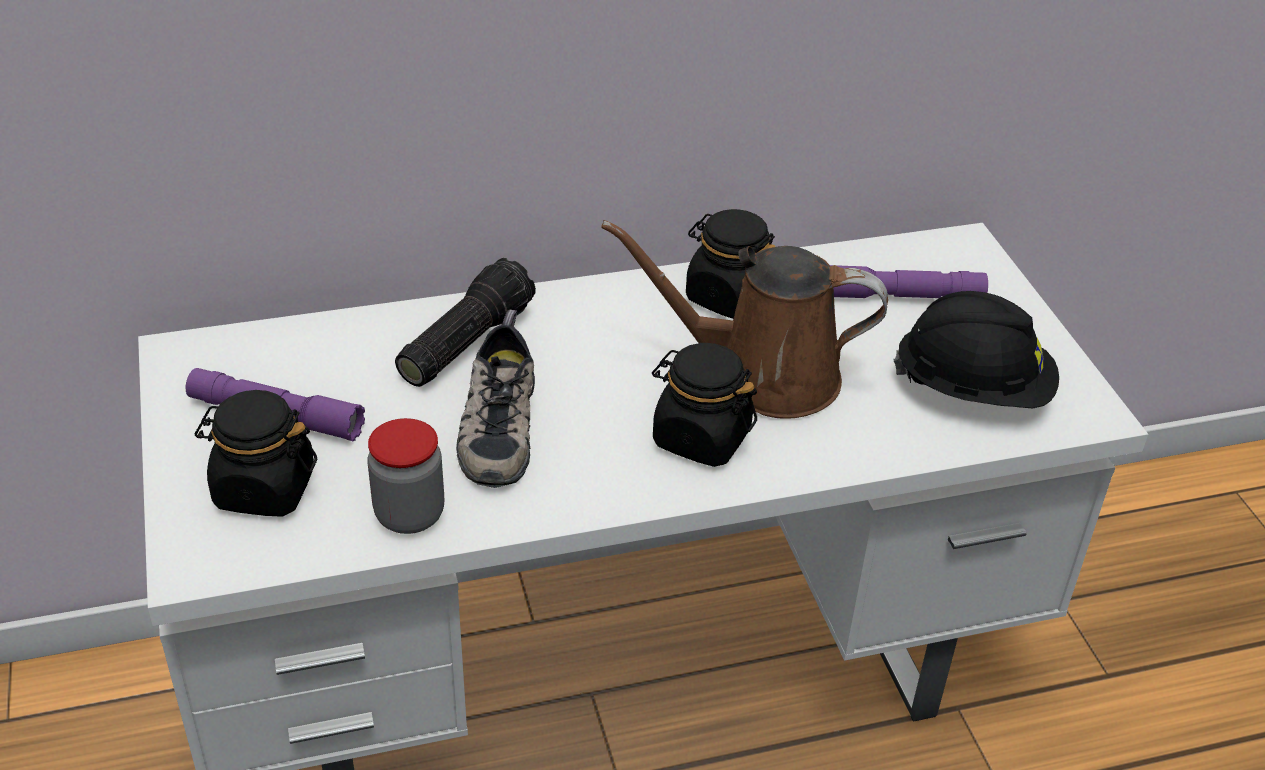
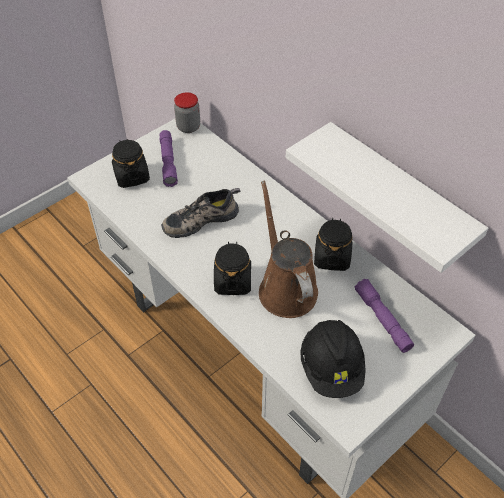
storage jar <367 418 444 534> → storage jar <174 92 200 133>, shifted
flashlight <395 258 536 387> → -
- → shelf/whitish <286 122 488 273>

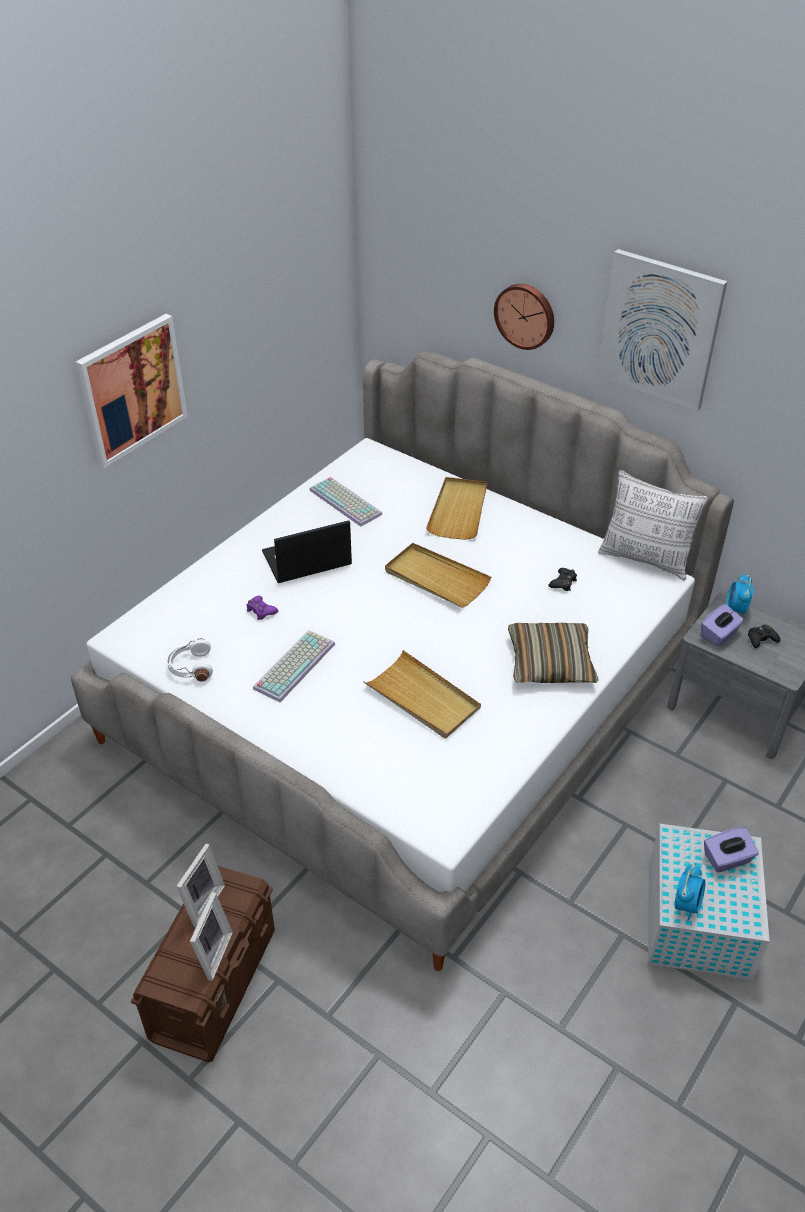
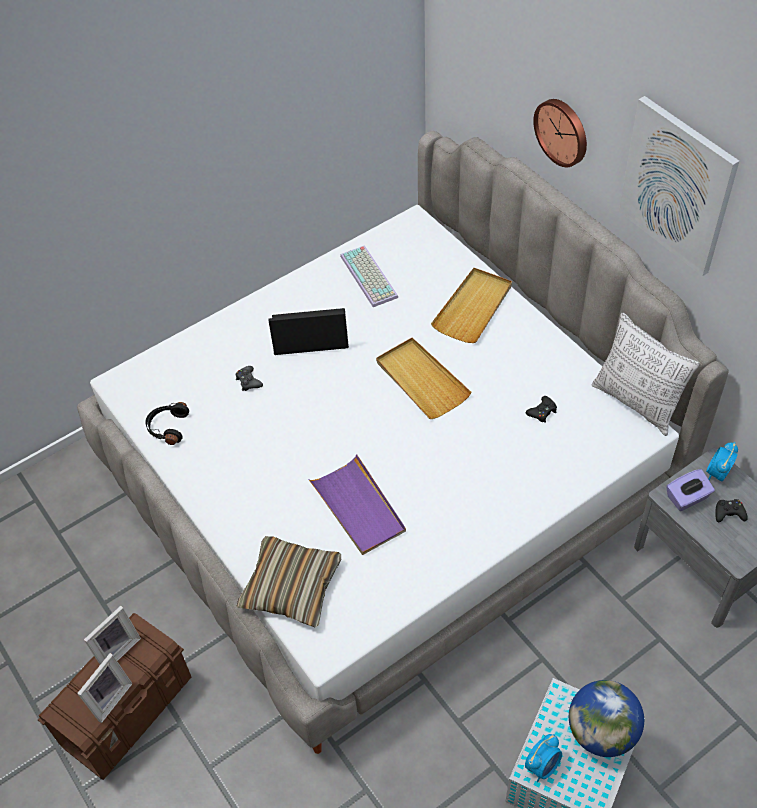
picture <76 314 188 468> → -
headphones/whitish <167 638 213 682> → headphones/black <145 402 189 445>
game controller/purple <246 595 278 620> → game controller/black <236 366 263 391>
PC keyboard <253 630 335 702> → -
carrying tray/beige <363 650 481 739> → carrying tray/purple <308 454 406 555>
throw pillow <508 623 598 683> → throw pillow <237 536 341 627>, shifted
tissue box/purple <704 827 759 872> → desk globe <569 680 644 757>

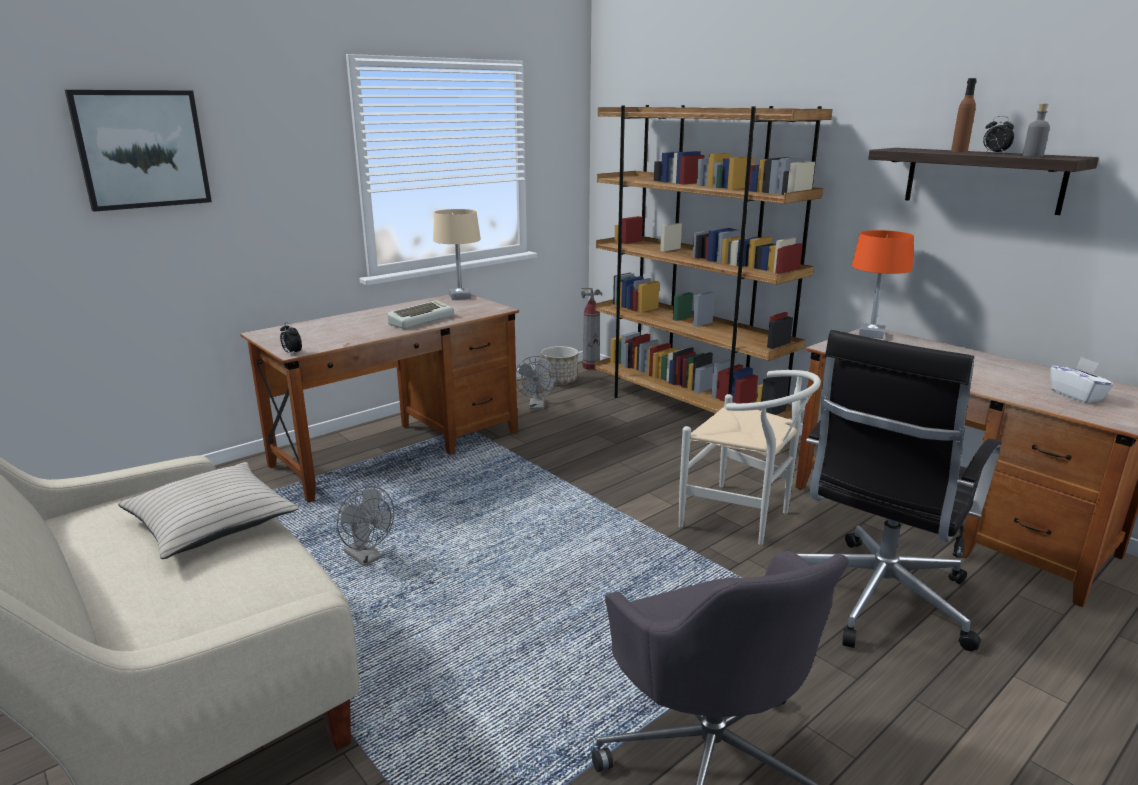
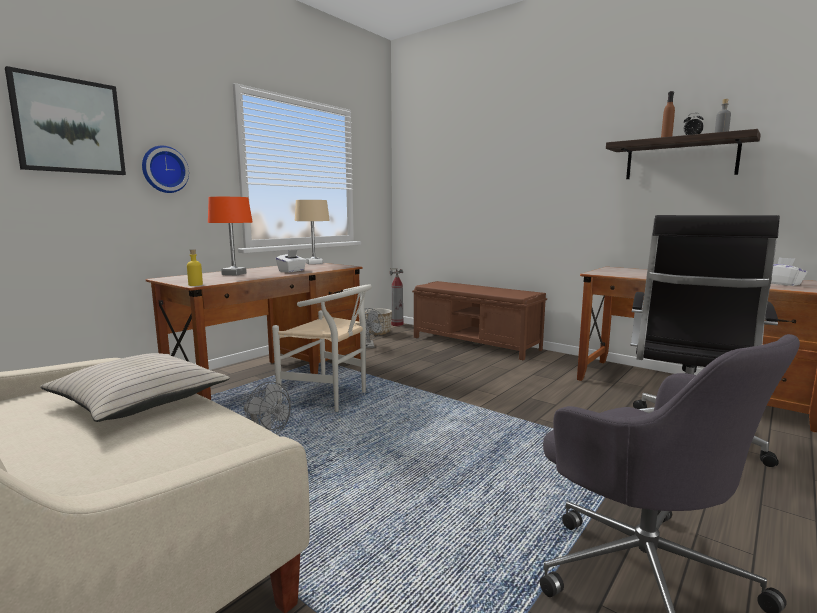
table clock <280 322 302 354> → drink bottle/yellow-coloured <187 249 203 286>
PC keyboard <387 300 454 329> → tissue box/whitish <276 250 307 272>
shelving unit/brown-coloured <594 105 833 419> → long seat/brown-coloured <412 281 547 360>
plain chair/whitish <679 370 821 545> → plain chair/whitish <272 284 372 412>, shifted
tabletop lamp/orange-coloured <852 230 914 339> → tabletop lamp/orange-coloured <208 197 252 276>, shifted
- → wall clock <142 146 189 193>

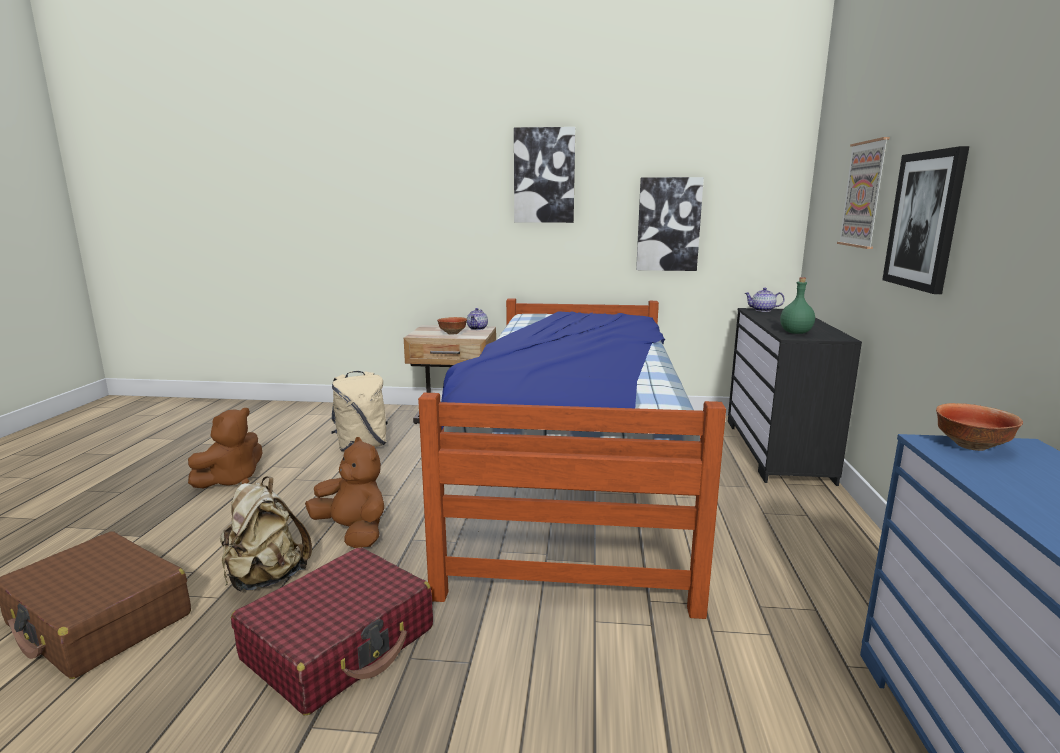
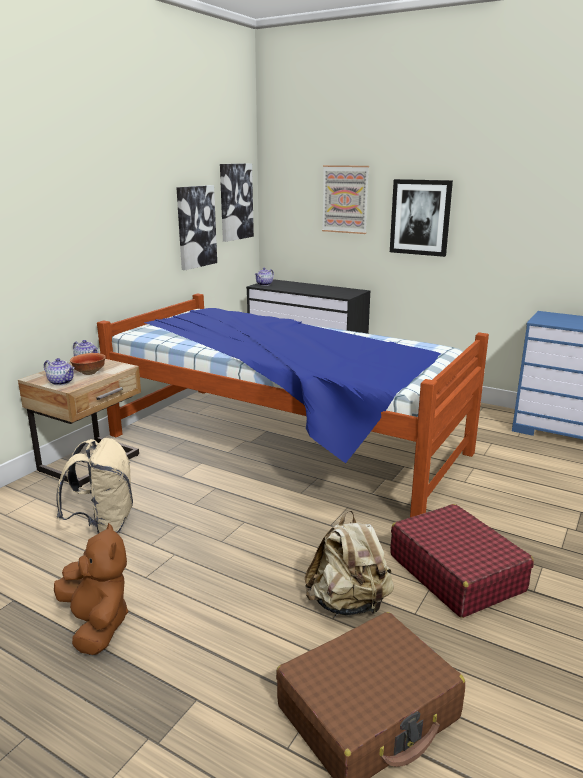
cuddly toy/brown-coloured <305 437 384 548> → -
picture <514 127 575 223> → picture <220 163 254 242>, shifted
drink bottle/green <780 277 815 334> → -
bowl <936 403 1023 451> → -
- → tea pot <44 358 75 385>

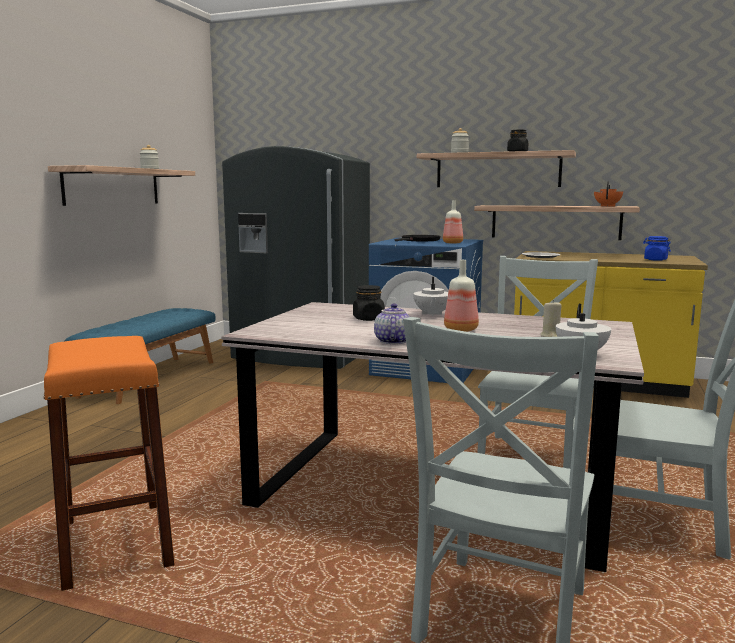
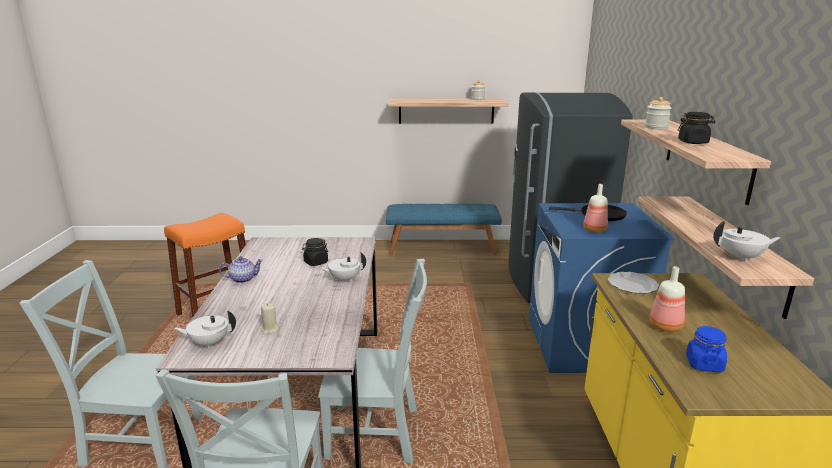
drink bottle <444 260 479 332> → drink bottle <650 266 685 332>, shifted
tea pot/orange-coloured <594 181 623 206> → tea pot/whitish <713 221 781 263>

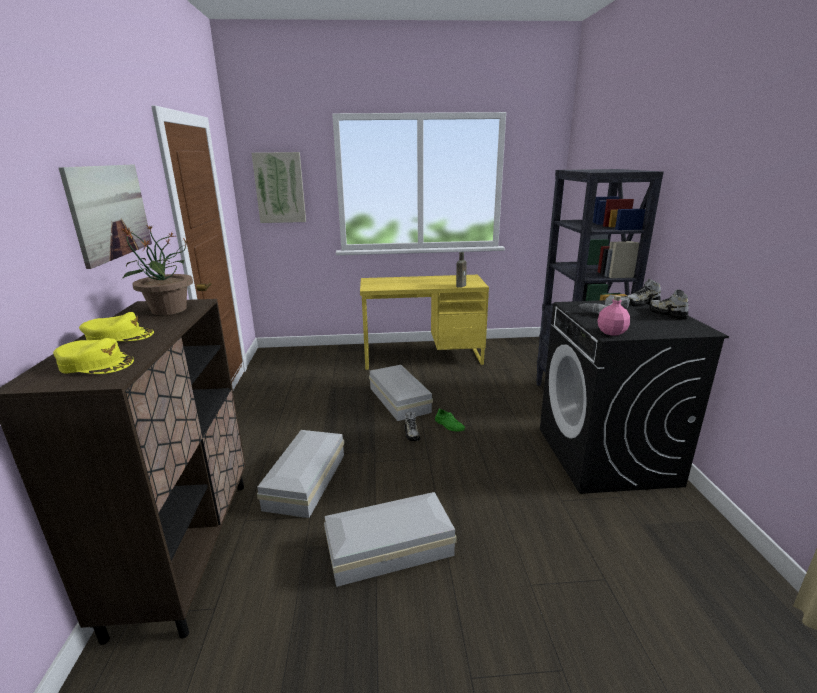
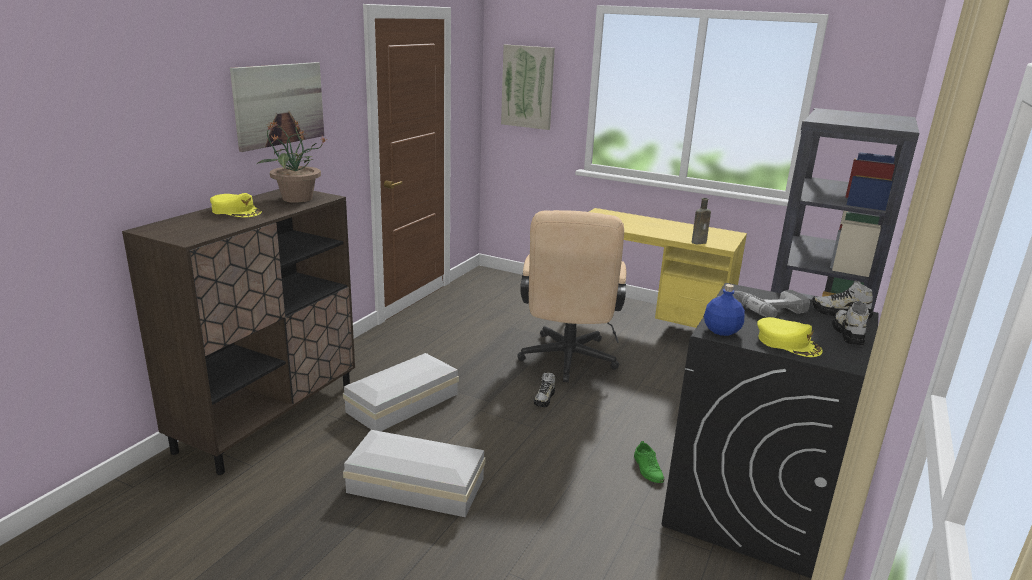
peaked cap/yellow-coloured <53 338 134 374> → peaked cap/yellow-coloured <757 317 823 357>, shifted
storage box/whitish <369 365 433 421> → office chair/beige <517 210 626 383>
shoe/green <435 409 465 432> → shoe/green <634 441 664 483>, shifted
drink bottle/pinkish <598 295 630 336> → drink bottle/blue-coloured <704 284 745 336>

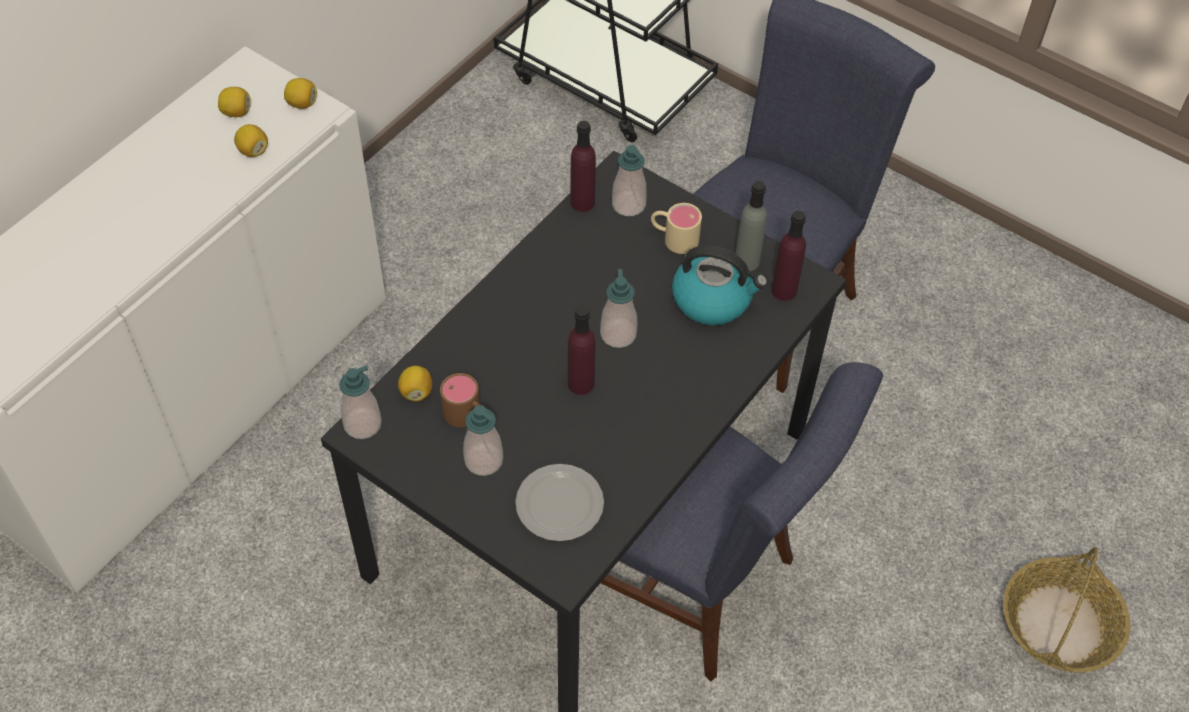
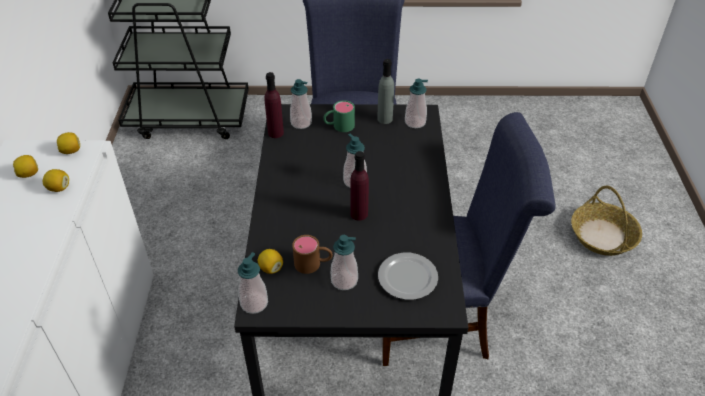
tea mug/beige <651 203 702 254> → tea mug/green <323 100 355 132>
tea kettle <672 246 767 325> → -
drink bottle/purple <772 211 806 301> → soap bottle <405 79 428 128>

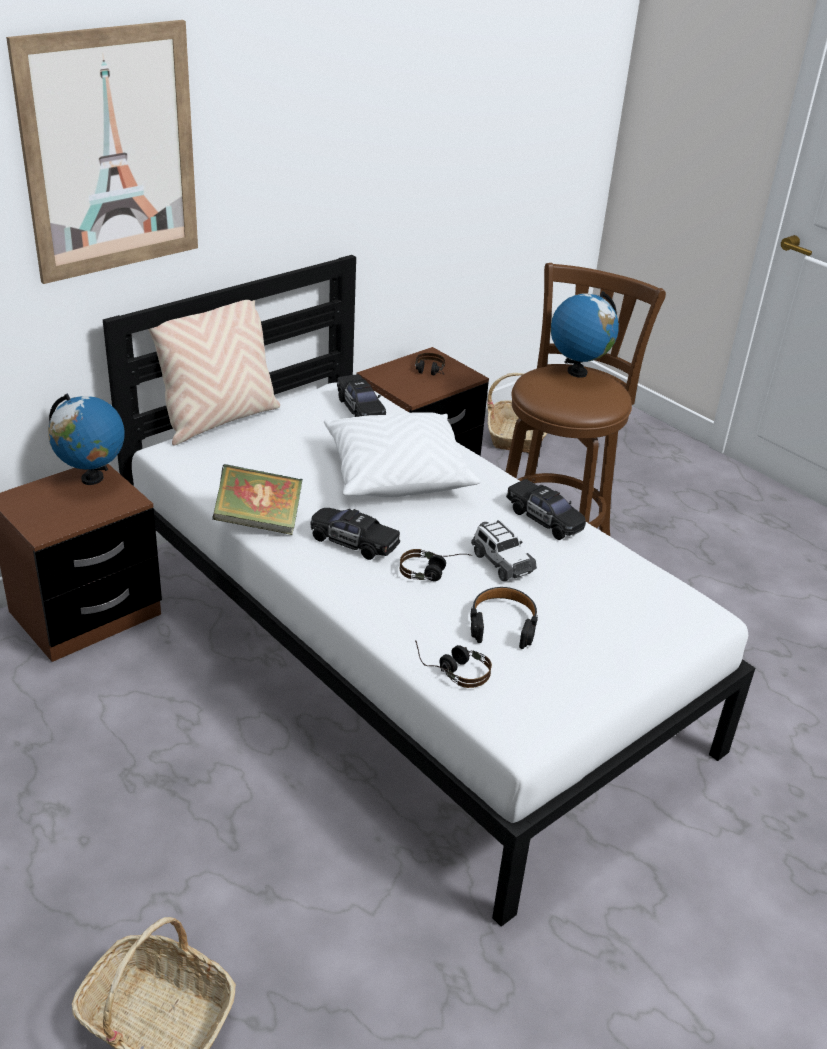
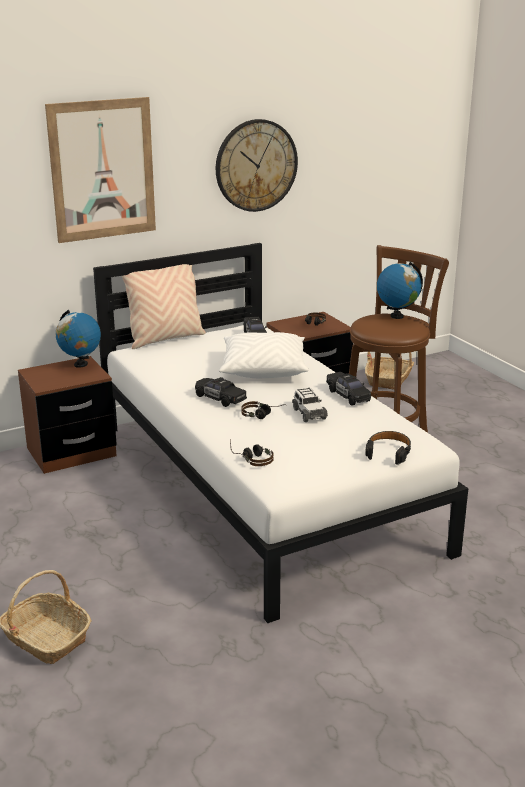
bound book <212 464 303 535> → -
headphones/black <470 587 538 649> → headphones/black <365 431 411 465>, shifted
- → wall clock <216 119 298 212>

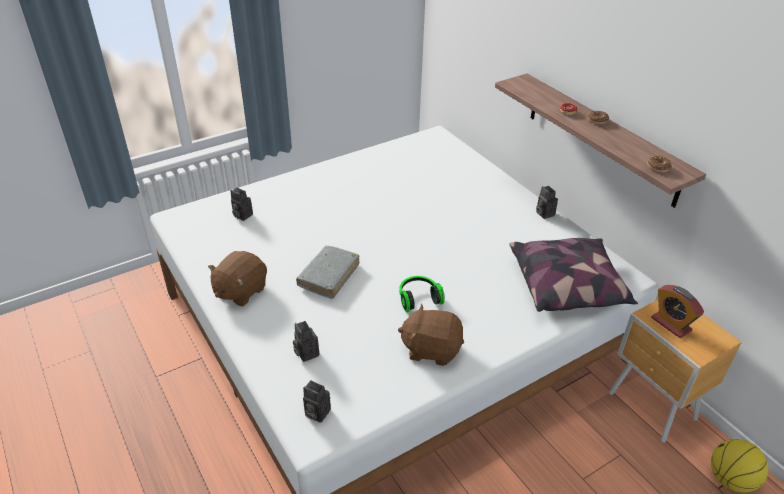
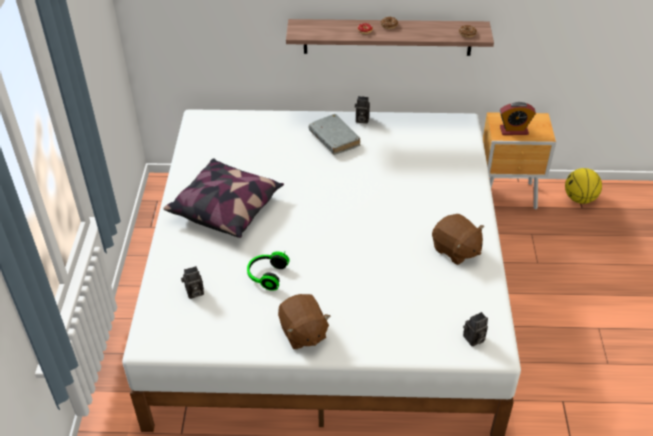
photo camera <293 321 319 362> → -
bound book/grey <296 246 360 299> → bound book/grey <309 114 360 155>, shifted
cuddly toy/brown-coloured <398 304 464 366> → cuddly toy/brown-coloured <432 214 484 265>, 90 degrees counterclockwise
headphones <399 276 445 312> → headphones <247 251 290 291>, shifted
throw pillow <510 238 638 312> → throw pillow <163 158 284 238>, shifted

